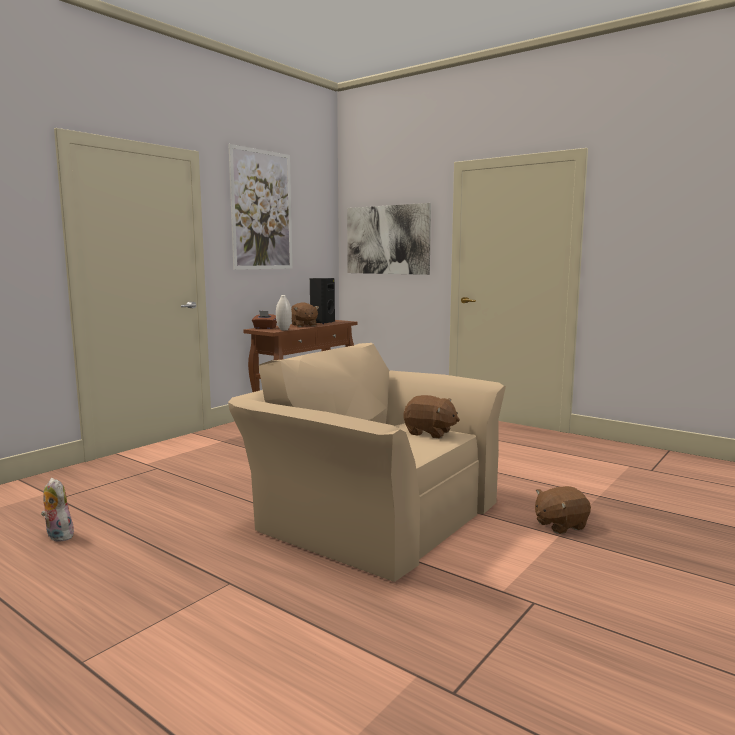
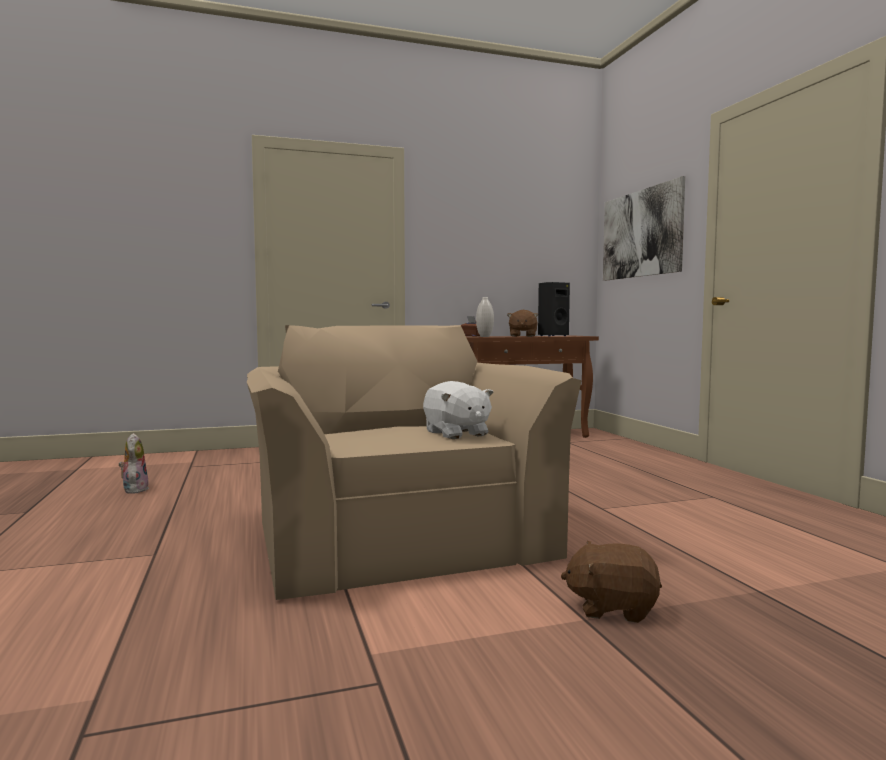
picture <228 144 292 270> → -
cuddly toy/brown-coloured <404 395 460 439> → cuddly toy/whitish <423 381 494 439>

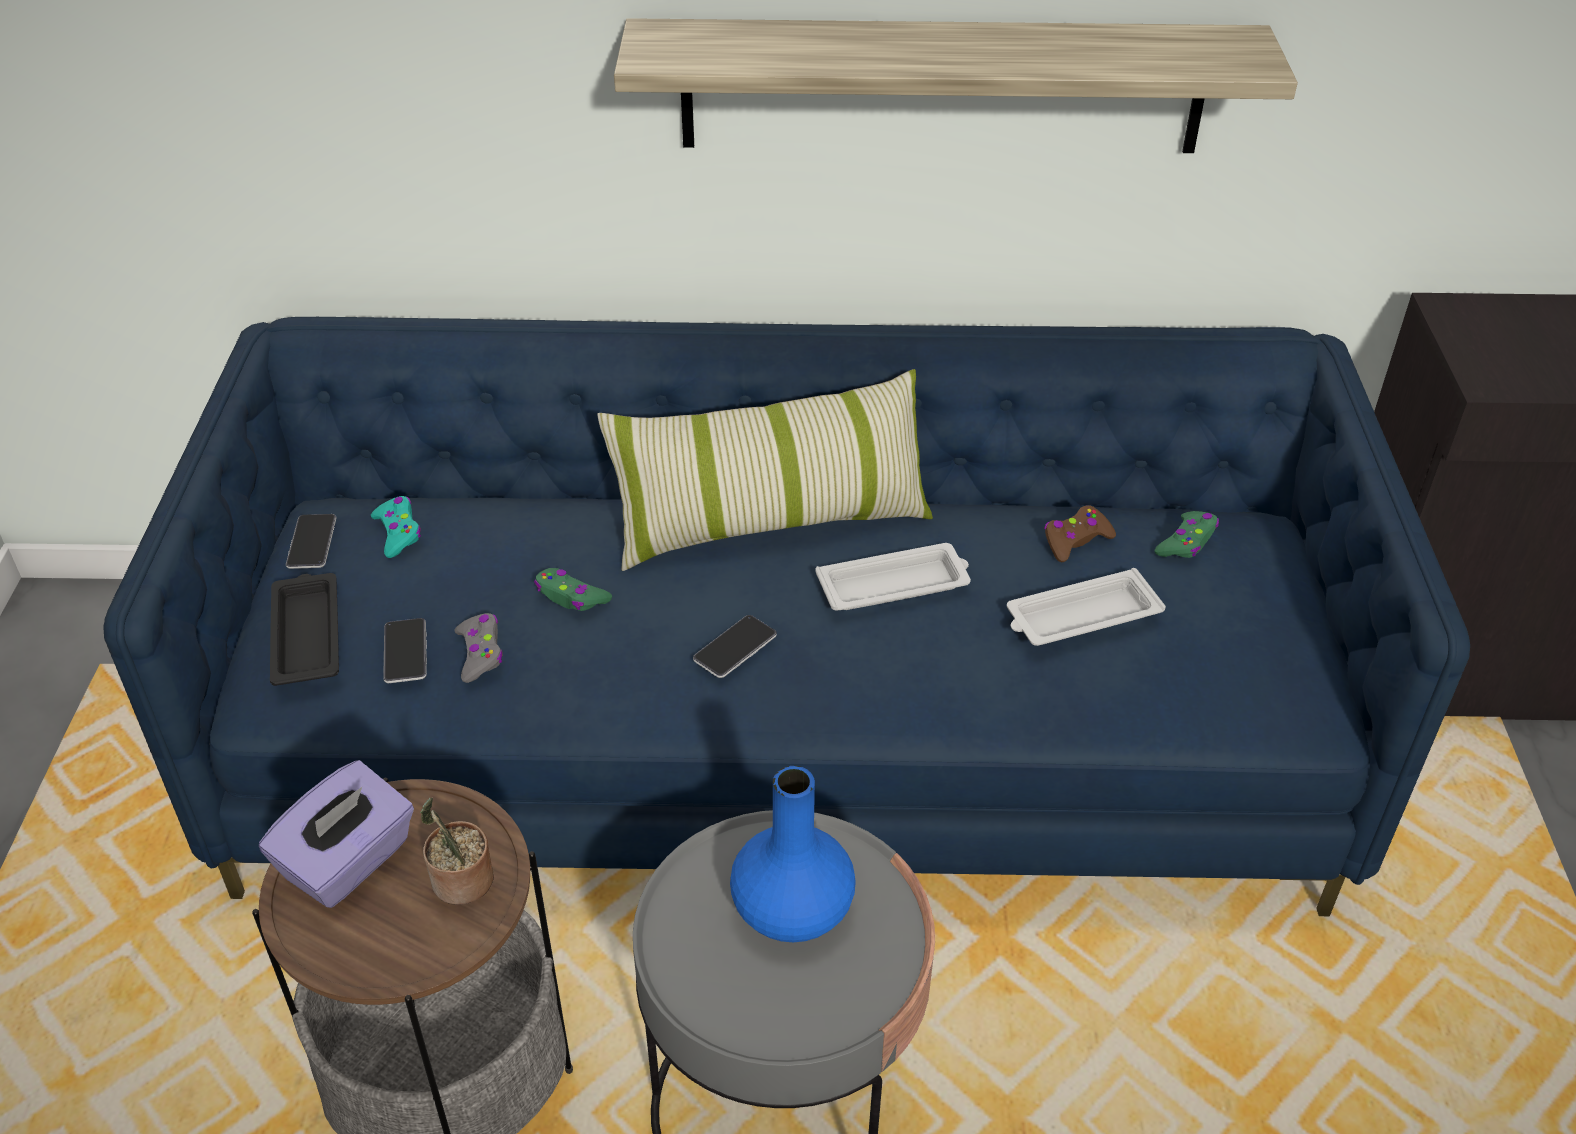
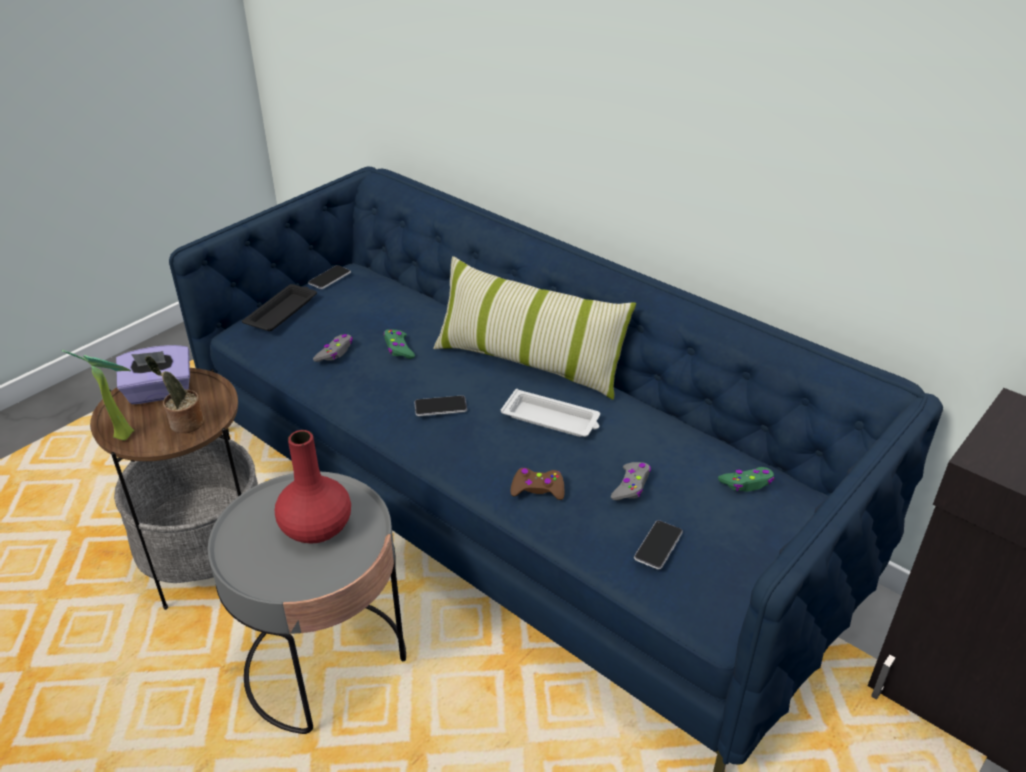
game controller/blue-green <371 496 421 558> → -
telephone <383 618 427 683> → telephone <634 520 683 569>, shifted
shelf <614 18 1298 153> → -
decorative vase/blue-coloured <730 766 856 942> → decorative vase/red-coloured <275 430 351 544>
carrying tray/whitish <1007 568 1166 646> → game controller/grey <611 462 651 500>
game controller/brown-coloured <1044 505 1116 562> → game controller/brown-coloured <510 468 564 500>, shifted
- → houseplant <61 350 134 440>

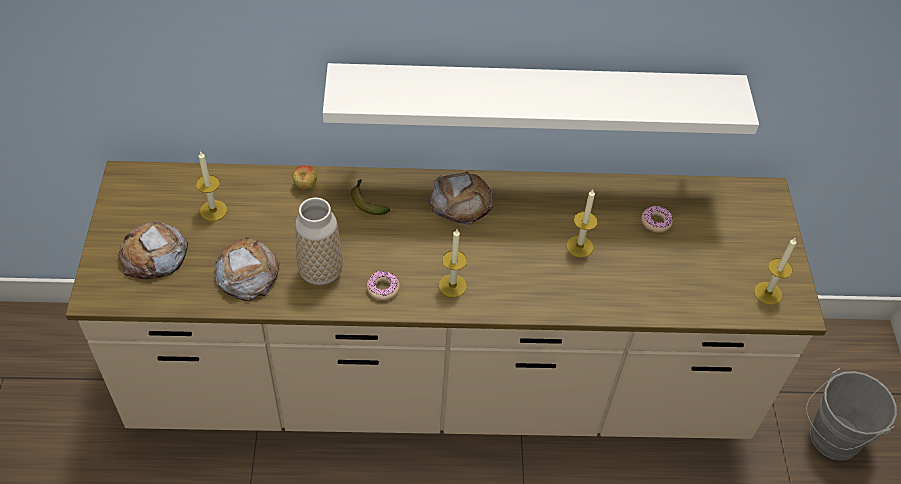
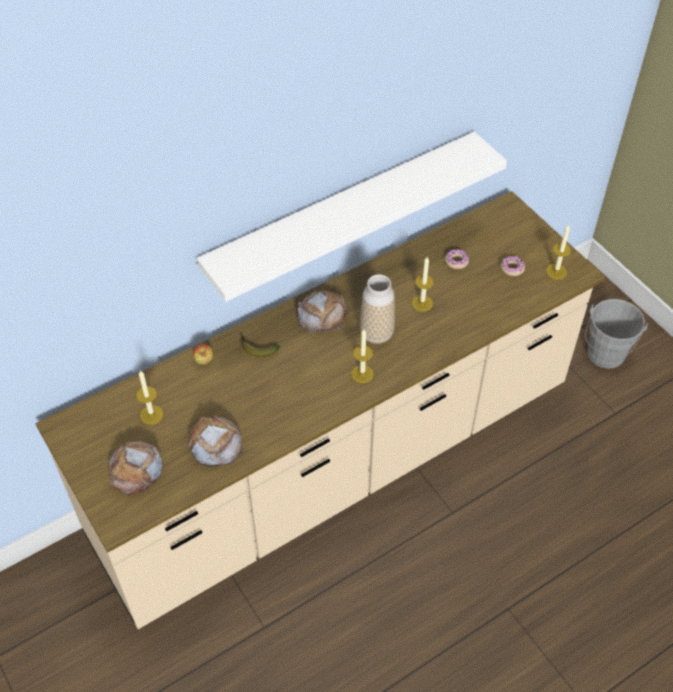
decorative vase <295 197 343 286> → decorative vase <360 274 395 344>, shifted
doughnut <367 271 400 301> → doughnut <501 256 525 276>, shifted

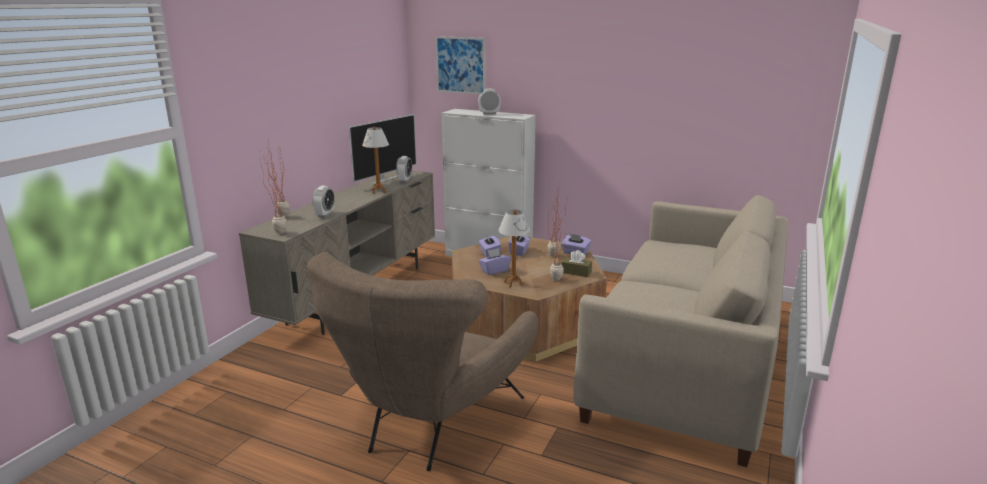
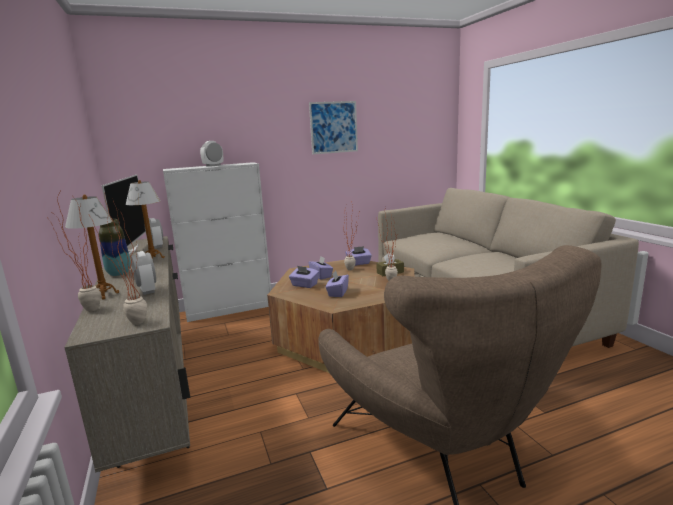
picture <435 36 485 95> → picture <309 101 358 154>, shifted
tabletop lamp <498 210 530 288> → tabletop lamp <65 195 119 300>, shifted
- → decorative vase <99 219 131 276>

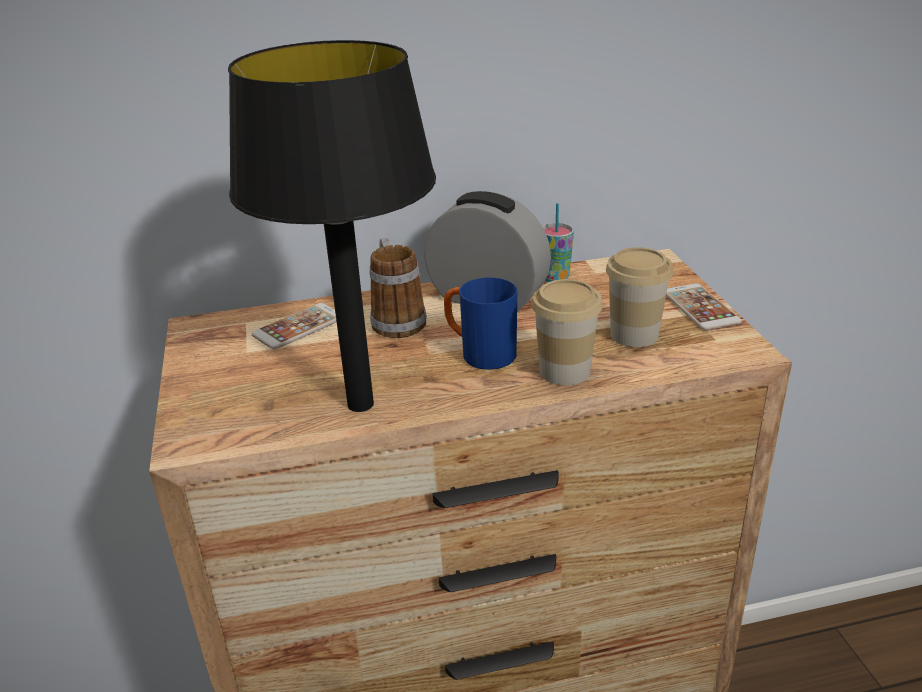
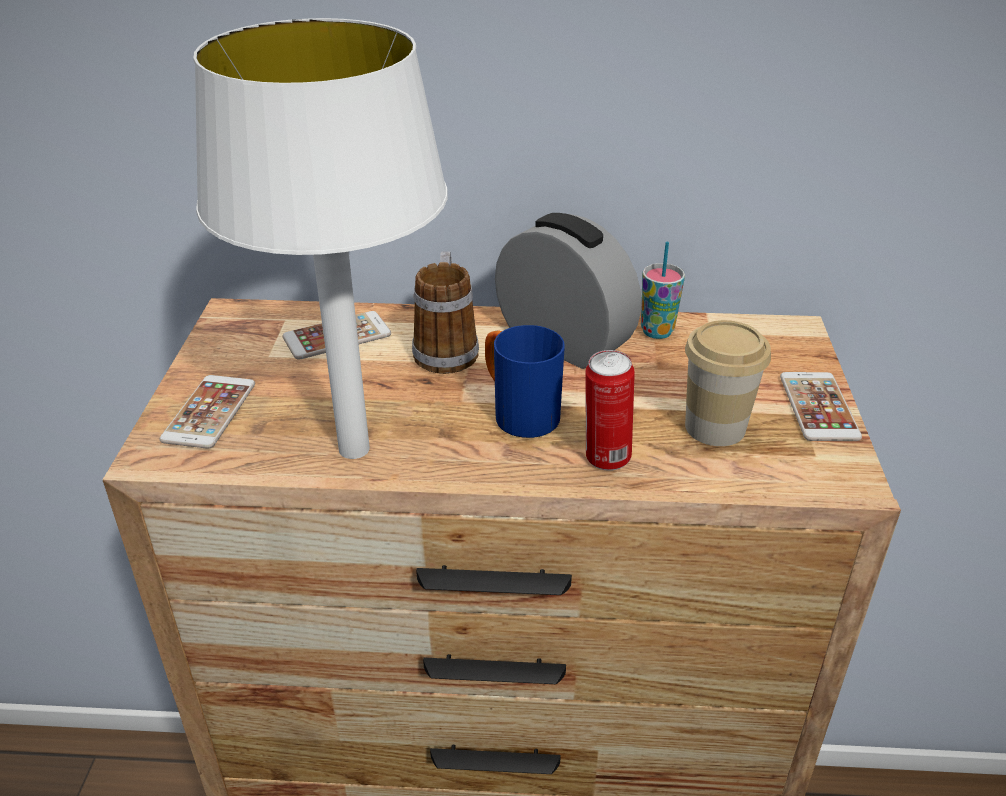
tabletop lamp/black <228 40 436 412> → tabletop lamp/whitish <193 18 448 459>
small cup <531 279 603 385> → sealed can <585 350 635 471>
- → telephone <160 375 255 449>

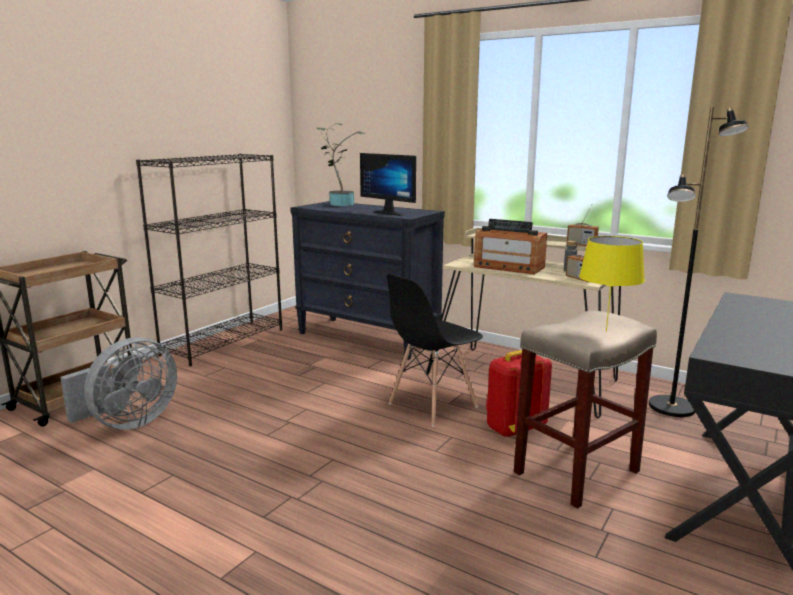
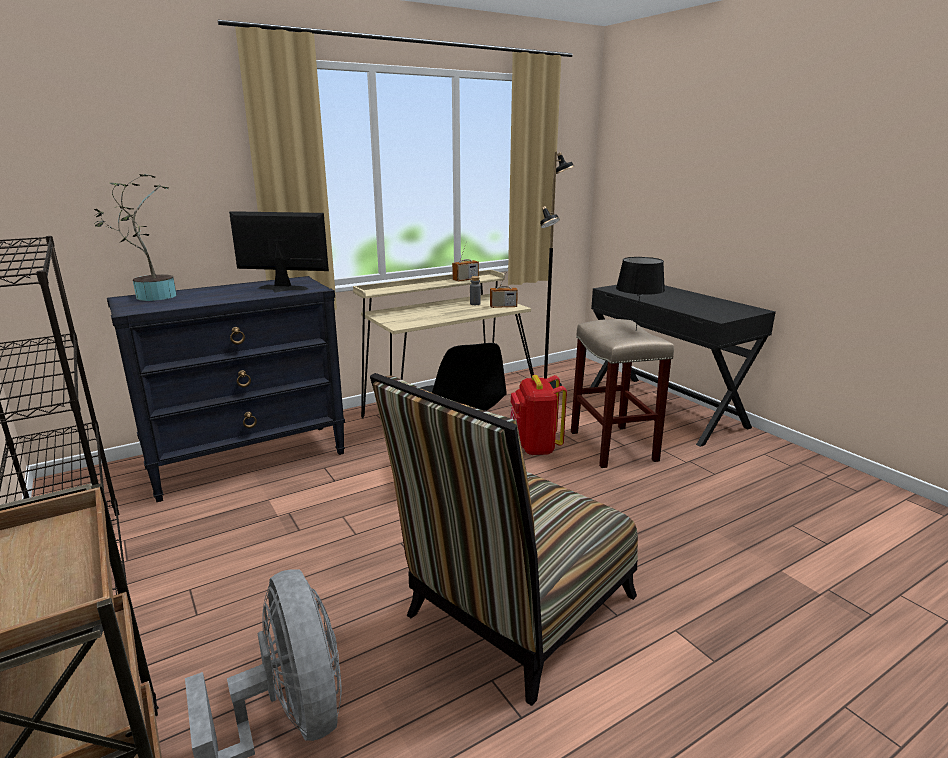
monitor <360 153 416 216> → monitor <229 211 329 292>, 150 degrees counterclockwise
radio <473 219 547 274> → -
tabletop lamp/yellow-coloured <579 236 645 332> → tabletop lamp/black <616 257 665 330>
- → plain chair <370 373 638 706>

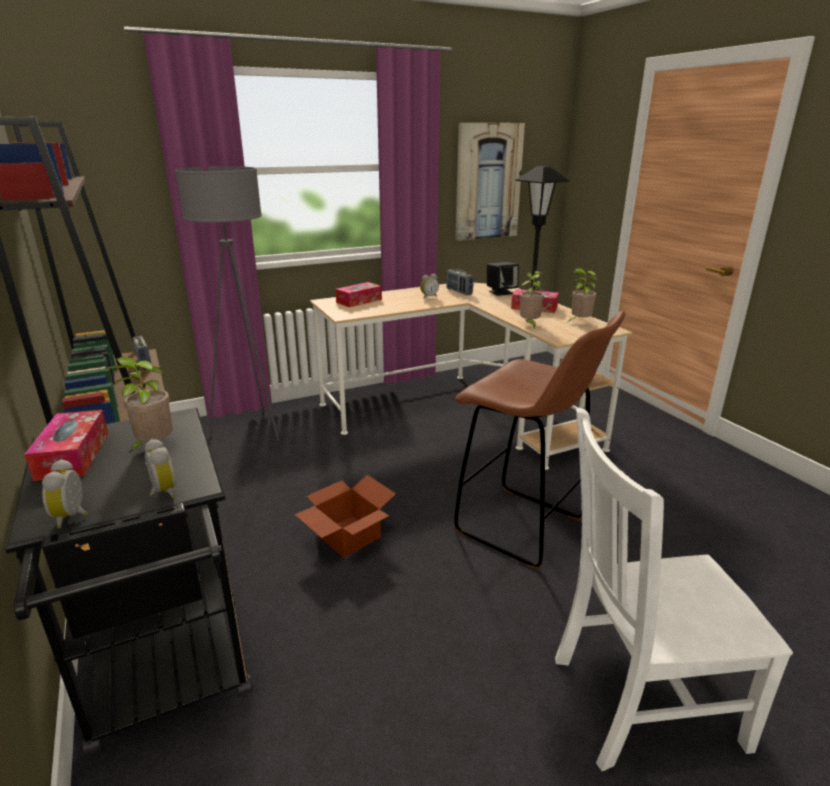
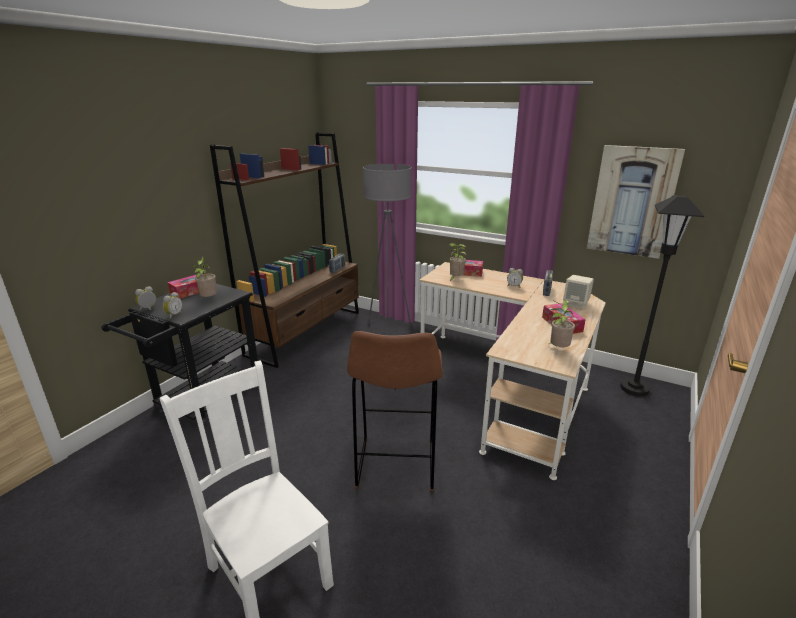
carton <295 475 396 558> → -
loudspeaker/black <487 262 519 296> → loudspeaker/beige <563 275 594 309>
houseplant <520 271 545 328> → houseplant <449 243 466 282>, shifted

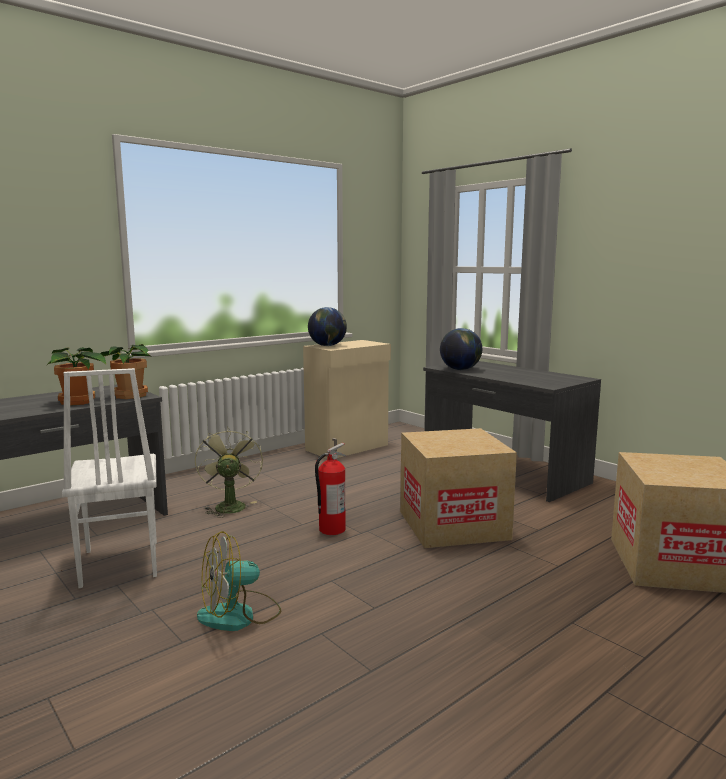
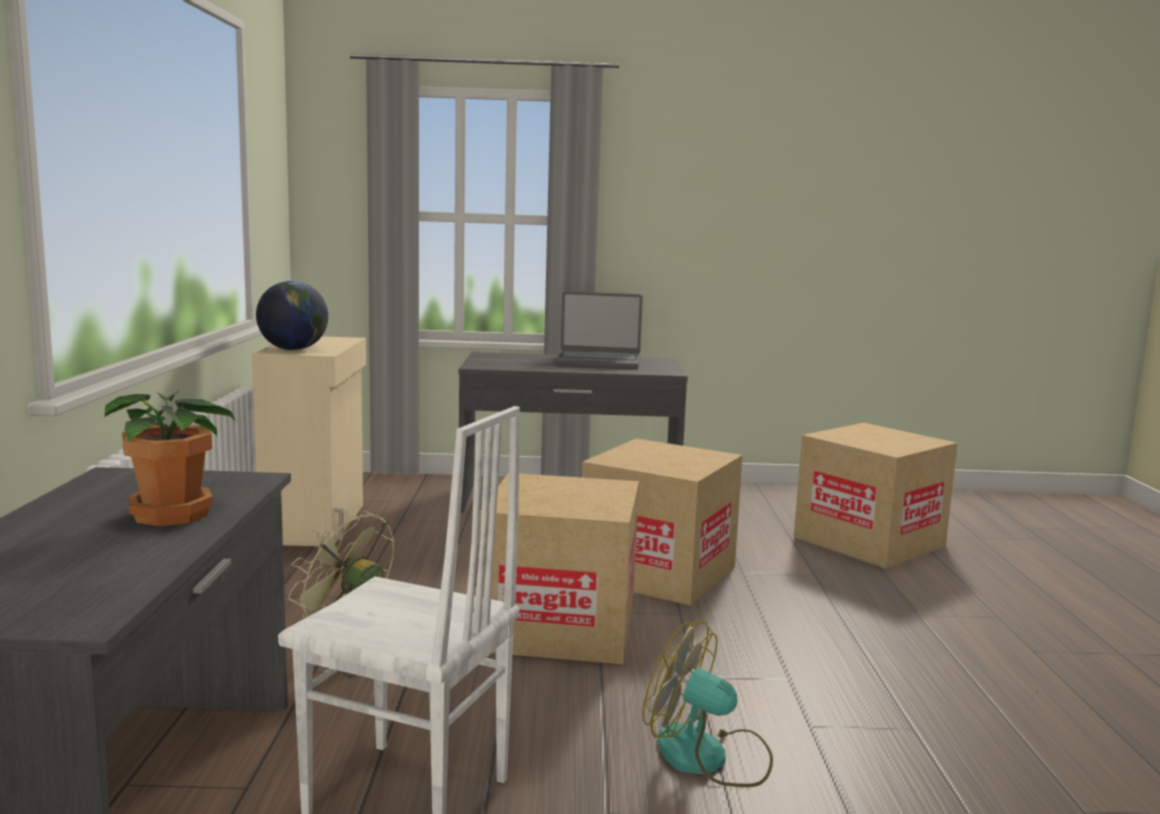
houseplant <100 344 153 399> → -
fan <197 531 281 631> → fan <642 621 773 787>, 105 degrees clockwise
fire extinguisher <315 443 347 535> → carton <479 473 639 664>
desk globe <440 328 482 370> → -
- → portable computer <554 291 643 369>

